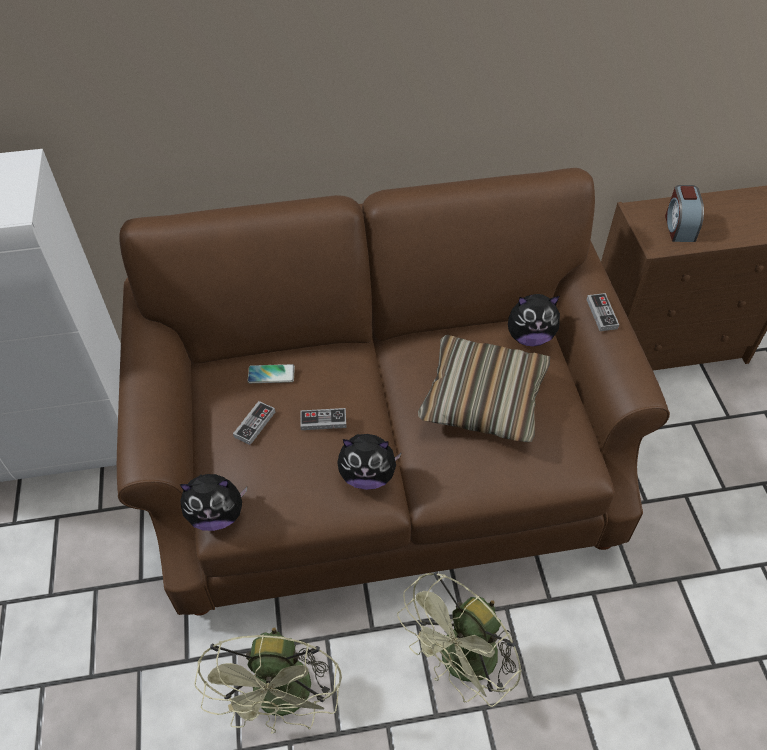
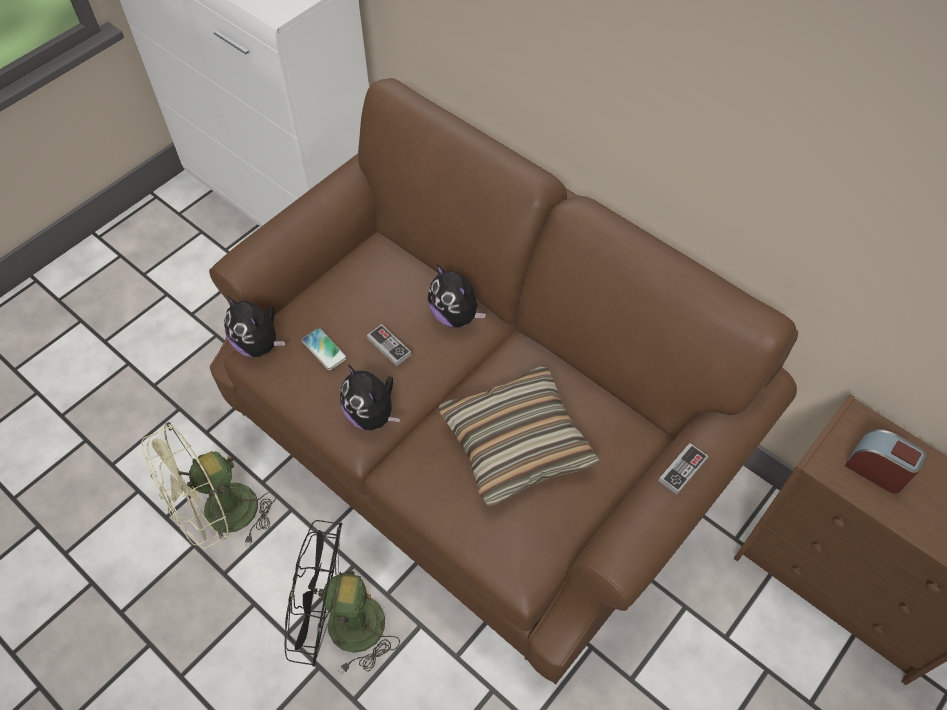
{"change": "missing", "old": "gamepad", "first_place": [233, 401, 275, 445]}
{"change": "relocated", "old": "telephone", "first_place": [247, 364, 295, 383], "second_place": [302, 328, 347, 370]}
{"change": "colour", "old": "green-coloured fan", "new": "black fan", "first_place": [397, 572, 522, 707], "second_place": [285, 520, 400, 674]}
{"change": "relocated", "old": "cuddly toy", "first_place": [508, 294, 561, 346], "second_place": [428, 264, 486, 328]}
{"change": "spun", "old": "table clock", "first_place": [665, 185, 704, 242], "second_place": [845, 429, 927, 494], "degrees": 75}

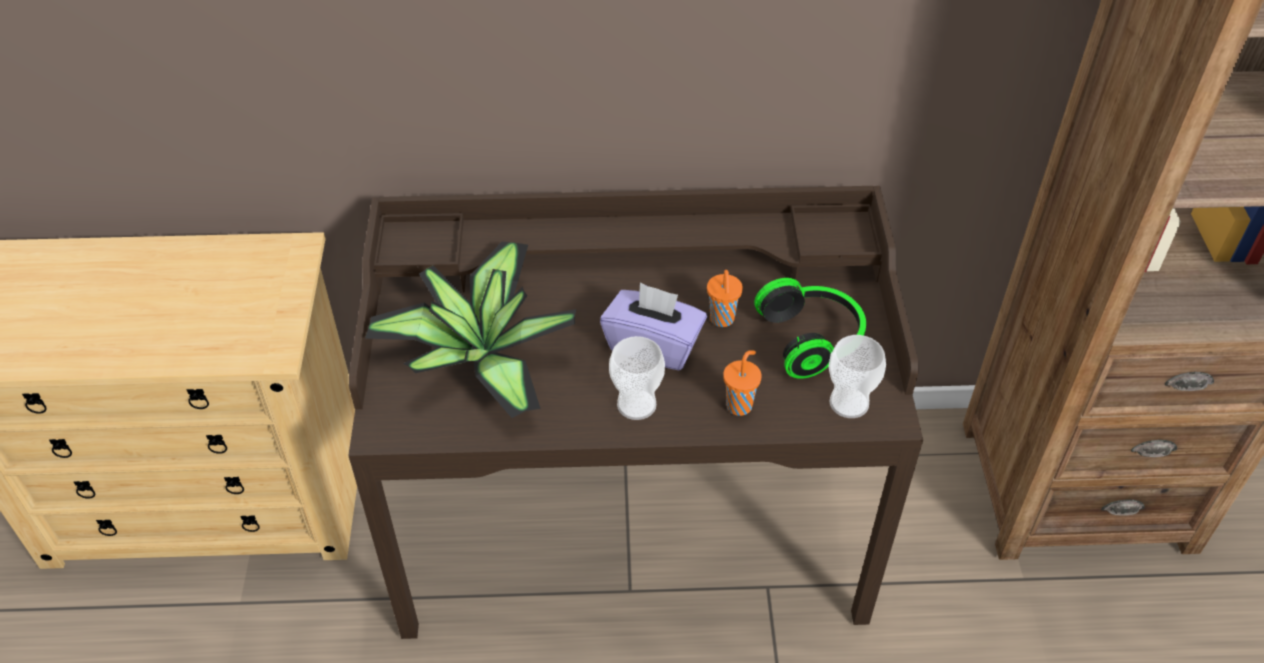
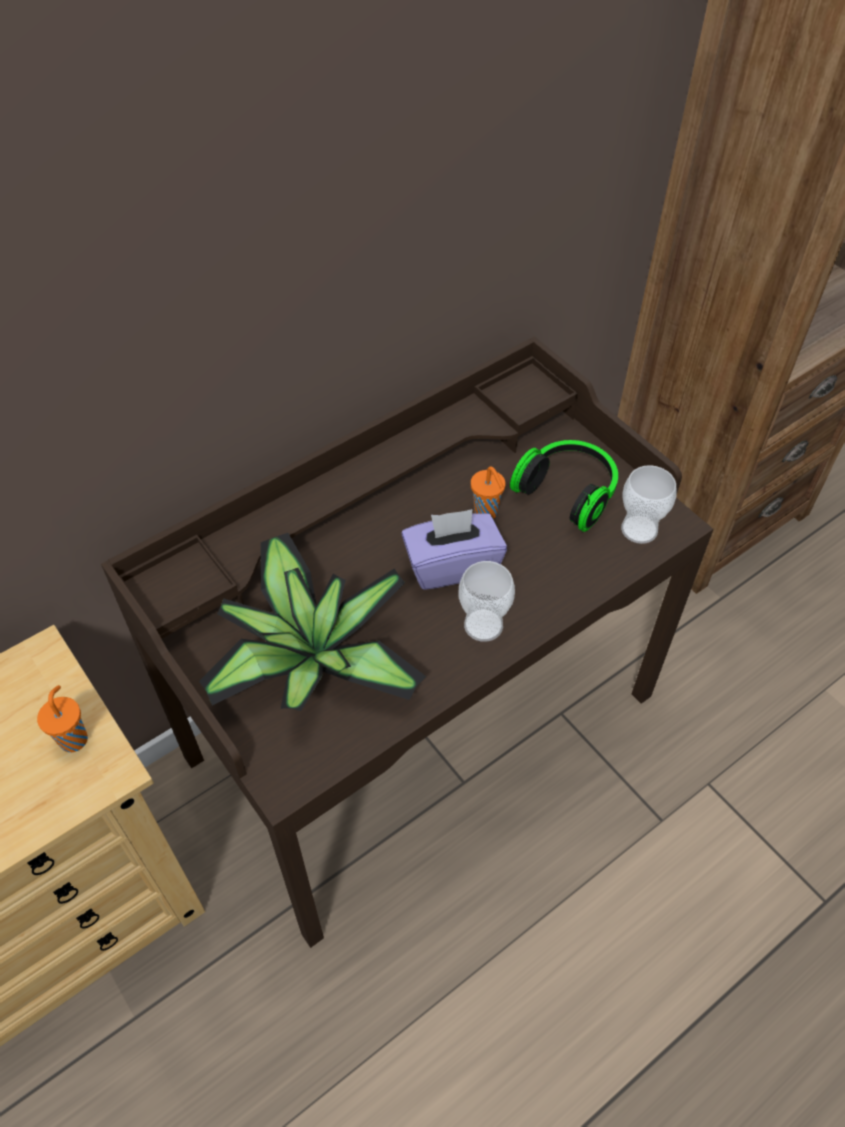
{"change": "relocated", "old": "orange-coloured drinking cup", "first_place": [723, 350, 762, 416], "second_place": [37, 685, 88, 752]}

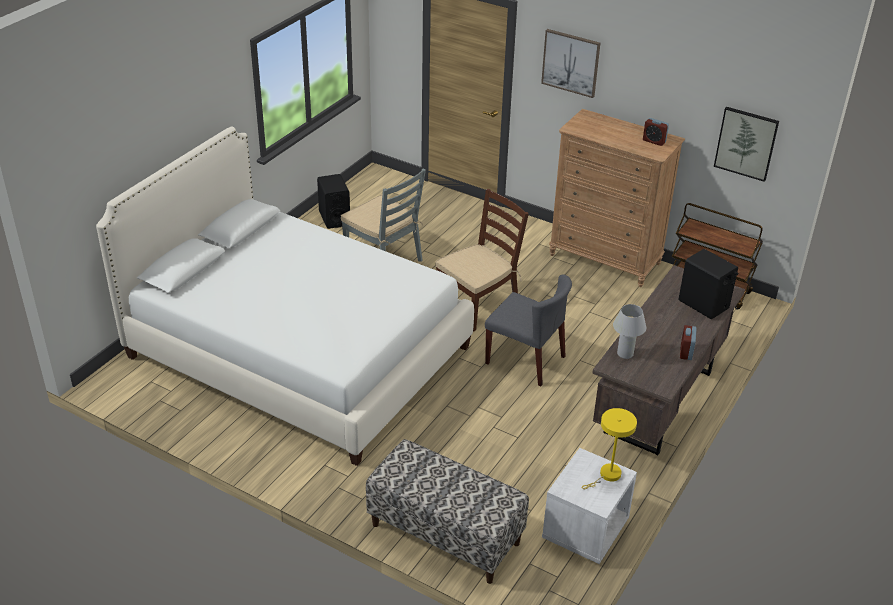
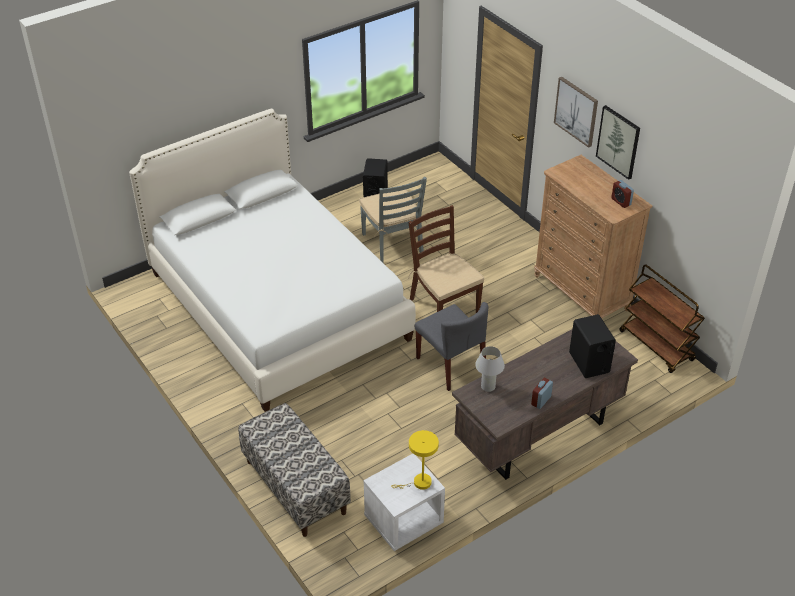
{"change": "spun", "old": "brown upright chair", "first_place": [435, 188, 529, 331], "second_place": [408, 205, 484, 313], "degrees": -105}
{"change": "relocated", "old": "picture", "first_place": [714, 107, 779, 182], "second_place": [596, 105, 640, 180]}

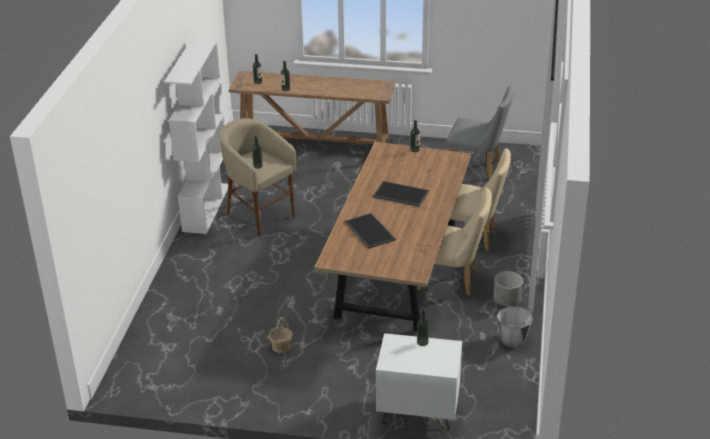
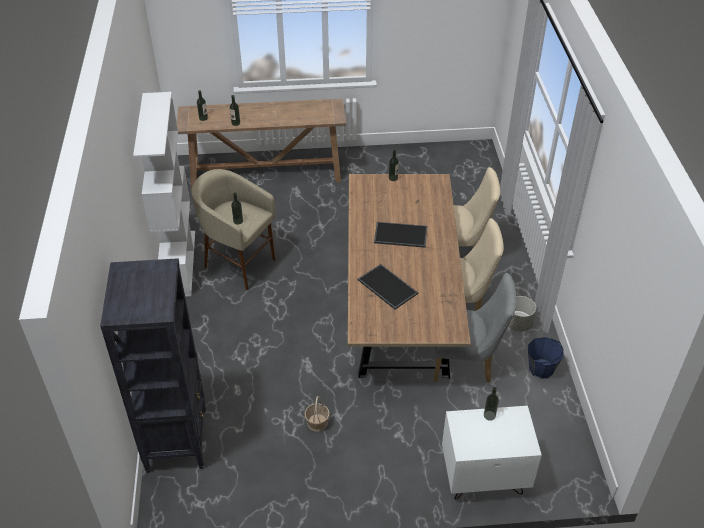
{"change": "relocated", "old": "gray upright chair", "first_place": [446, 86, 514, 180], "second_place": [434, 273, 516, 383]}
{"change": "colour", "old": "gray water bucket", "new": "blue water bucket", "first_place": [497, 306, 533, 348], "second_place": [528, 337, 564, 379]}
{"change": "appeared", "new": "black bookshelf", "second_place": [100, 258, 206, 473]}

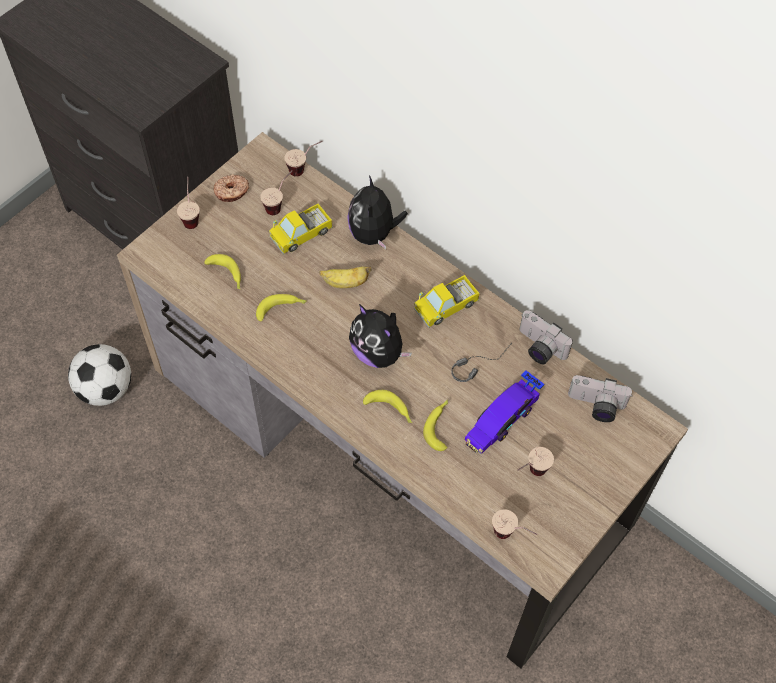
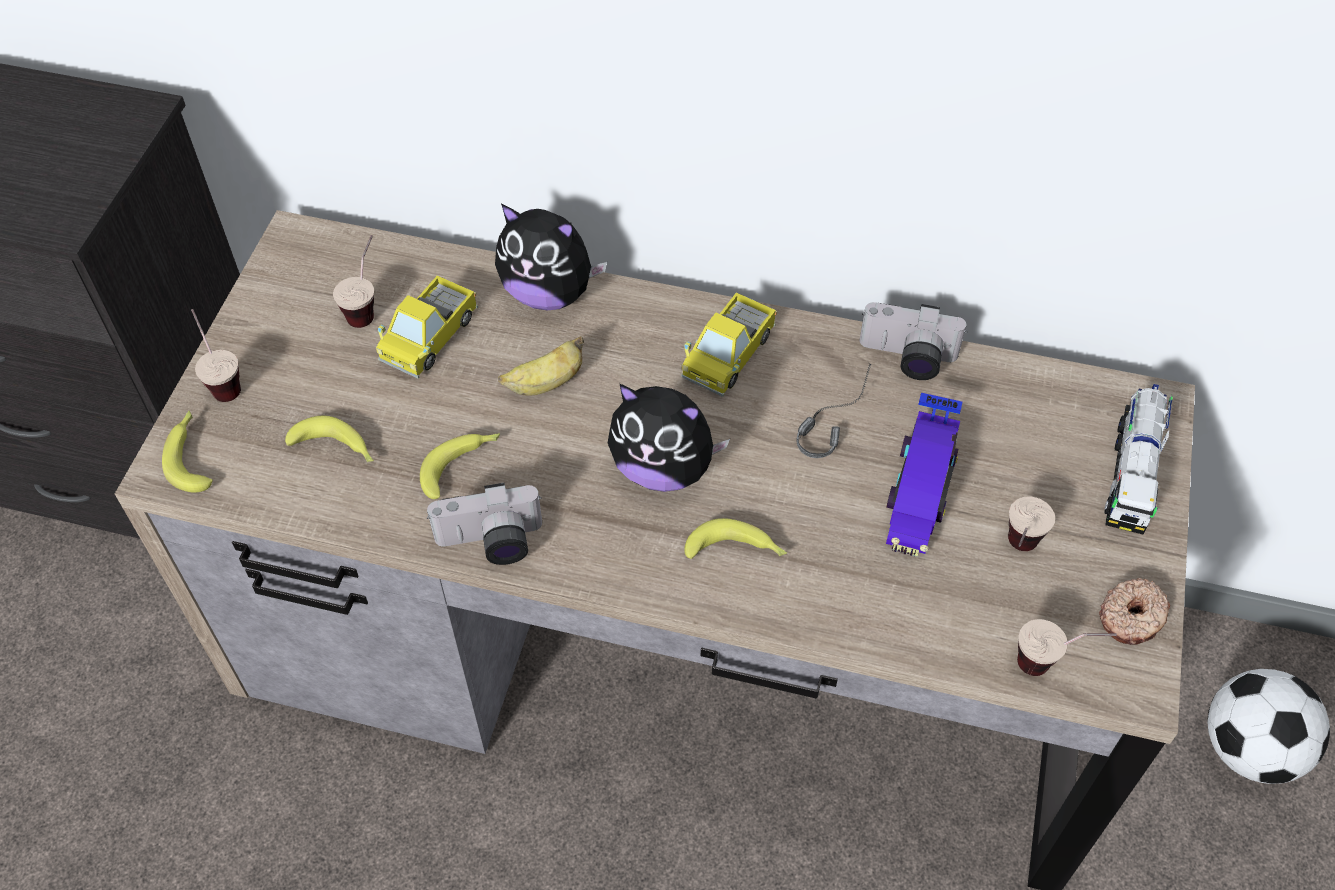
{"change": "relocated", "old": "football", "first_place": [68, 344, 131, 406], "second_place": [1207, 669, 1330, 784]}
{"change": "relocated", "old": "donut", "first_place": [214, 174, 249, 202], "second_place": [1099, 578, 1170, 645]}
{"change": "missing", "old": "drinking cup", "first_place": [284, 141, 323, 177]}
{"change": "spun", "old": "cuddly toy", "first_place": [347, 175, 408, 249], "second_place": [495, 204, 607, 311], "degrees": -45}
{"change": "relocated", "old": "whole banana", "first_place": [423, 400, 448, 451], "second_place": [162, 411, 213, 492]}
{"change": "relocated", "old": "still camera", "first_place": [568, 375, 632, 422], "second_place": [427, 482, 542, 565]}
{"change": "appeared", "new": "model truck", "second_place": [1104, 384, 1173, 534]}

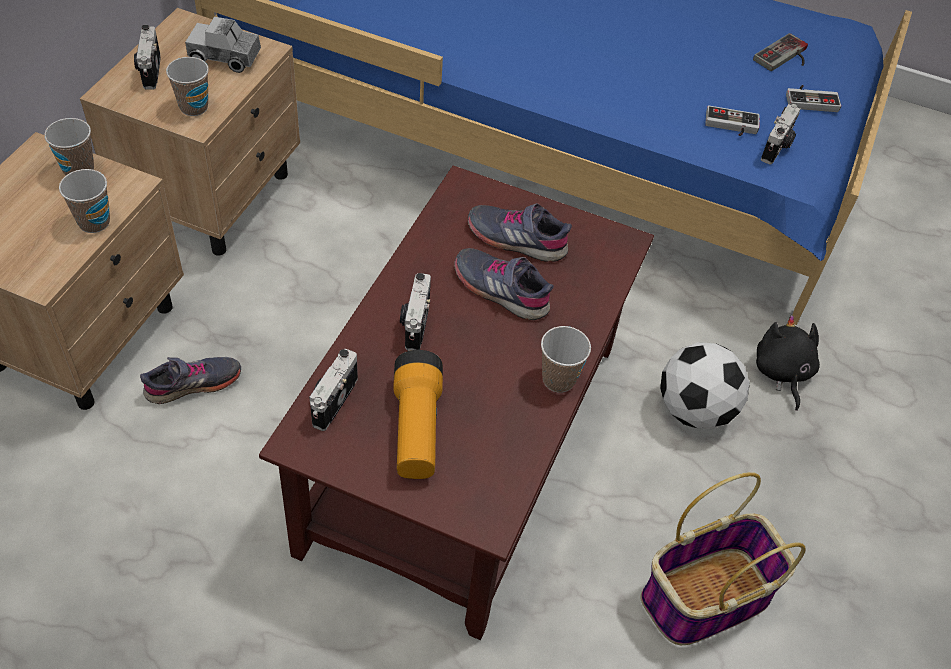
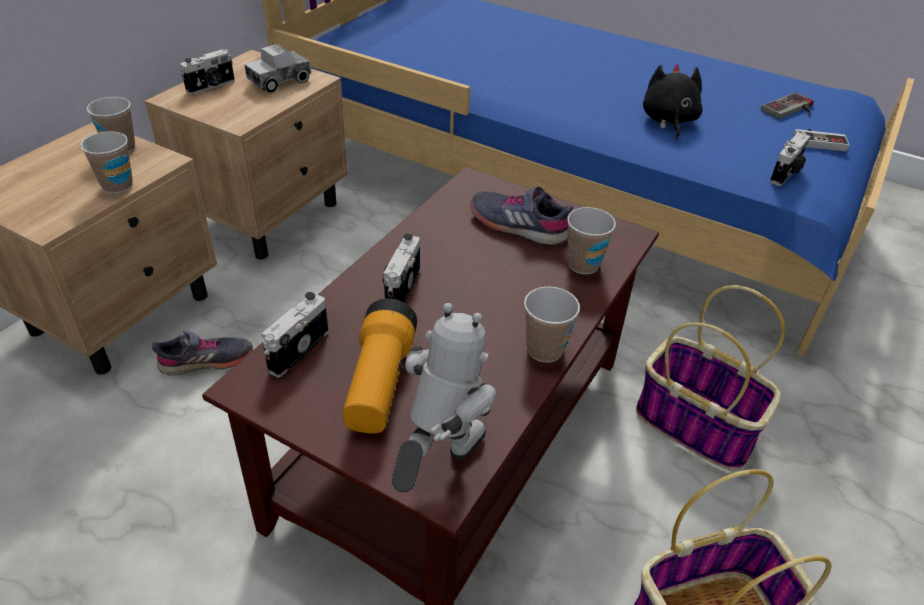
{"change": "spun", "old": "still camera", "first_place": [134, 25, 161, 90], "second_place": [180, 49, 235, 95], "degrees": -135}
{"change": "relocated", "old": "drinking cup", "first_place": [166, 57, 209, 116], "second_place": [567, 207, 616, 274]}
{"change": "spun", "old": "model truck", "first_place": [185, 17, 261, 73], "second_place": [244, 44, 312, 93], "degrees": -60}
{"change": "missing", "old": "gray low shoe", "first_place": [454, 248, 553, 320]}
{"change": "exchanged", "old": "football", "new": "basket", "first_place": [660, 342, 750, 429], "second_place": [636, 285, 785, 471]}
{"change": "missing", "old": "gamepad", "first_place": [706, 105, 760, 136]}
{"change": "relocated", "old": "black cuddly toy", "first_place": [756, 315, 820, 411], "second_place": [643, 64, 703, 139]}
{"change": "appeared", "new": "toy robot", "second_place": [392, 303, 496, 492]}

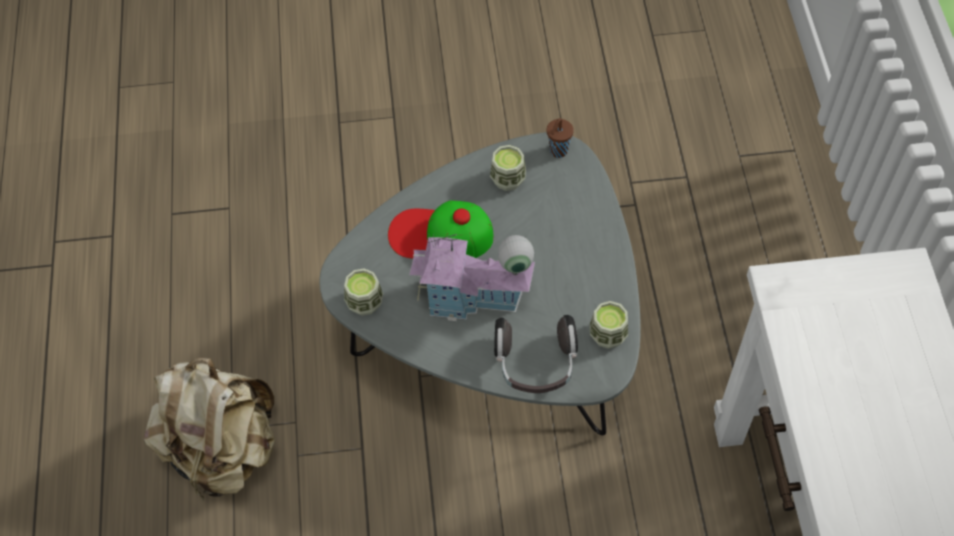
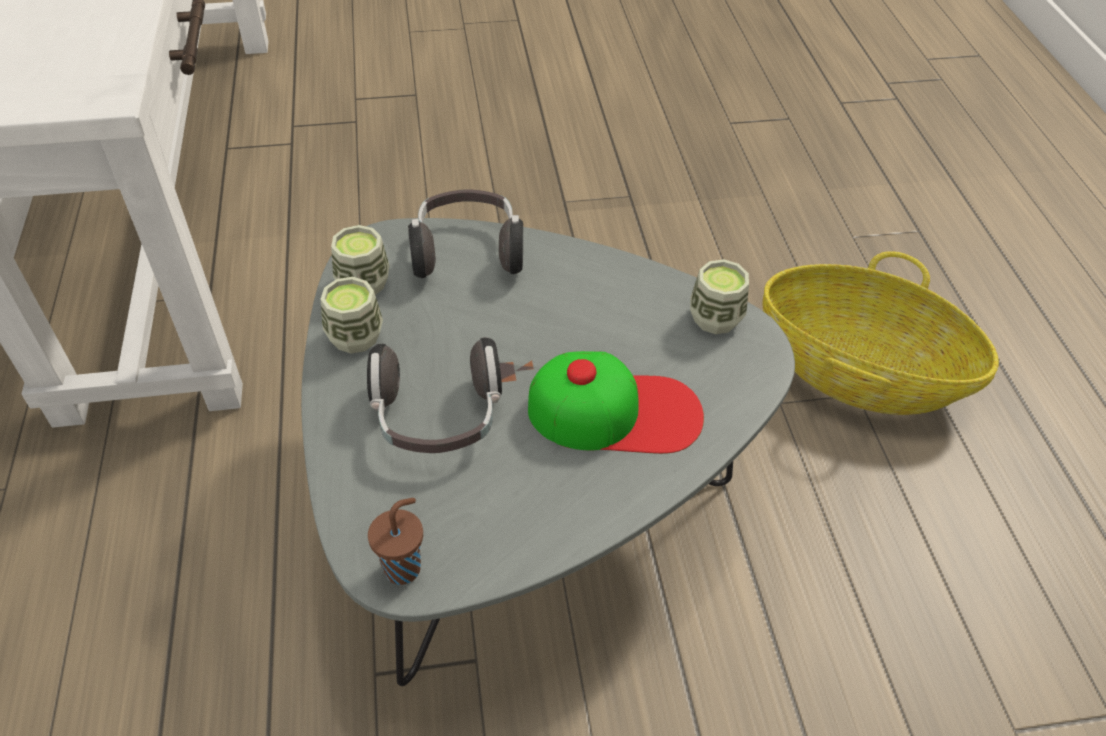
{"change": "exchanged", "old": "beige-coloured backpack", "new": "basket", "first_place": [144, 357, 275, 501], "second_place": [762, 251, 999, 415]}
{"change": "missing", "old": "toy house", "first_place": [409, 234, 535, 321]}
{"change": "relocated", "old": "drinking cup", "first_place": [490, 145, 526, 191], "second_place": [321, 277, 383, 354]}
{"change": "appeared", "new": "headphones", "second_place": [367, 337, 502, 453]}

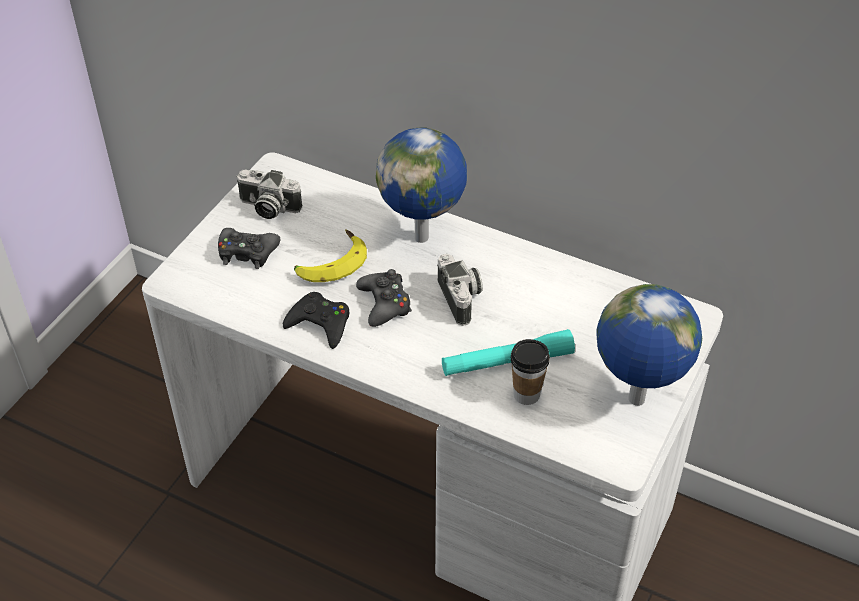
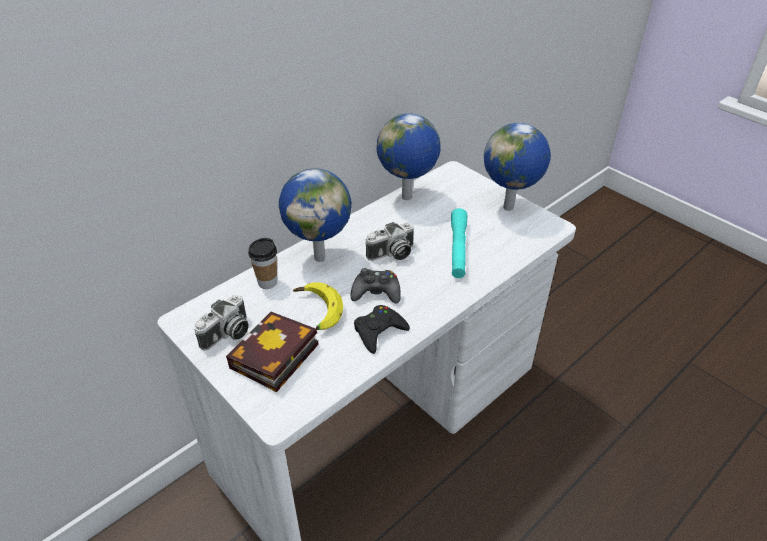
{"change": "exchanged", "old": "black gamepad", "new": "bound book", "first_place": [218, 228, 280, 269], "second_place": [226, 312, 319, 392]}
{"change": "spun", "old": "still camera", "first_place": [437, 254, 483, 326], "second_place": [365, 222, 414, 261], "degrees": 150}
{"change": "relocated", "old": "drinking cup", "first_place": [511, 339, 550, 405], "second_place": [248, 238, 277, 289]}
{"change": "appeared", "new": "globe", "second_place": [377, 113, 441, 200]}

